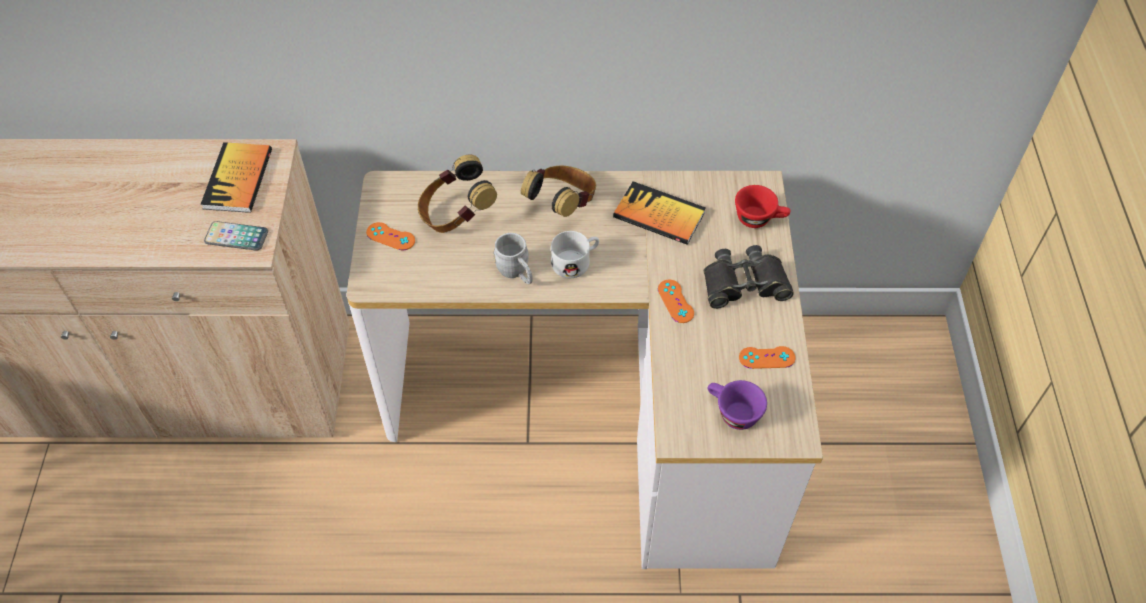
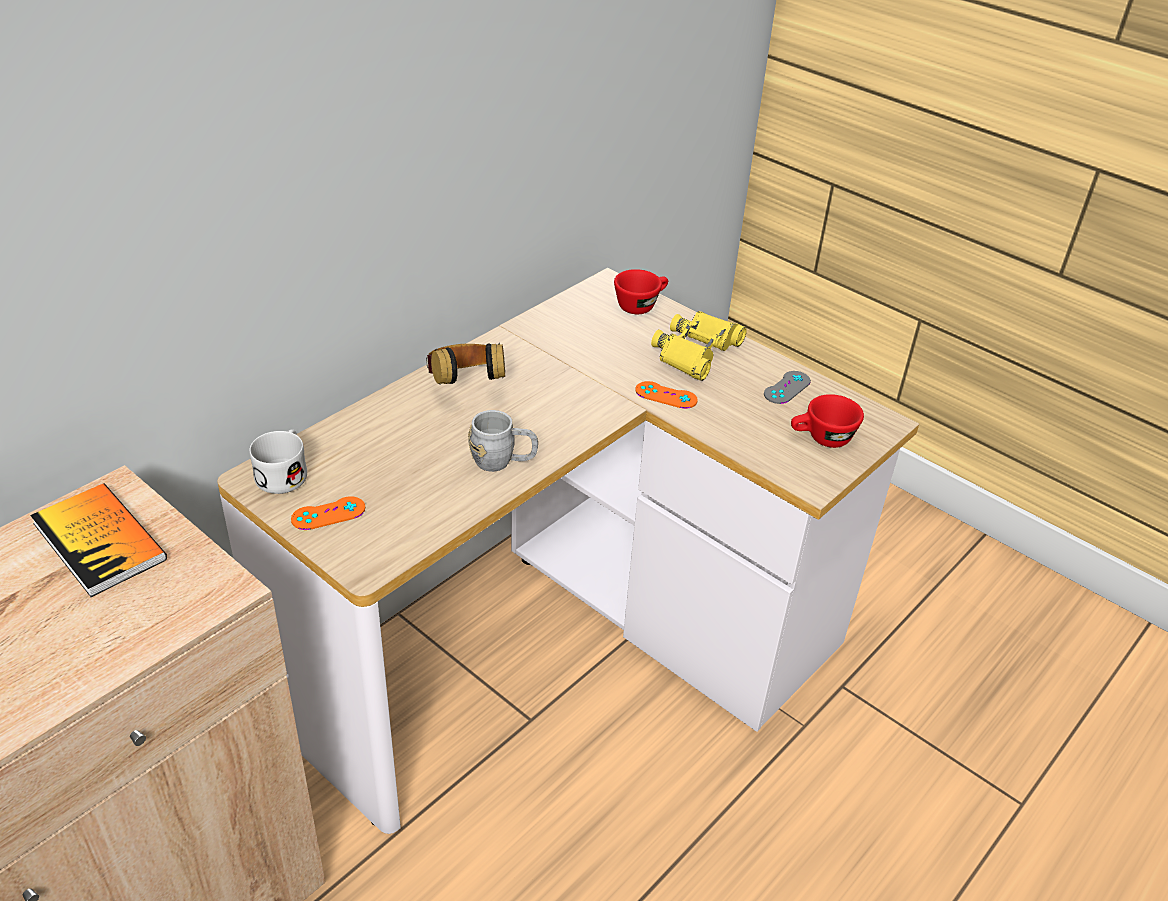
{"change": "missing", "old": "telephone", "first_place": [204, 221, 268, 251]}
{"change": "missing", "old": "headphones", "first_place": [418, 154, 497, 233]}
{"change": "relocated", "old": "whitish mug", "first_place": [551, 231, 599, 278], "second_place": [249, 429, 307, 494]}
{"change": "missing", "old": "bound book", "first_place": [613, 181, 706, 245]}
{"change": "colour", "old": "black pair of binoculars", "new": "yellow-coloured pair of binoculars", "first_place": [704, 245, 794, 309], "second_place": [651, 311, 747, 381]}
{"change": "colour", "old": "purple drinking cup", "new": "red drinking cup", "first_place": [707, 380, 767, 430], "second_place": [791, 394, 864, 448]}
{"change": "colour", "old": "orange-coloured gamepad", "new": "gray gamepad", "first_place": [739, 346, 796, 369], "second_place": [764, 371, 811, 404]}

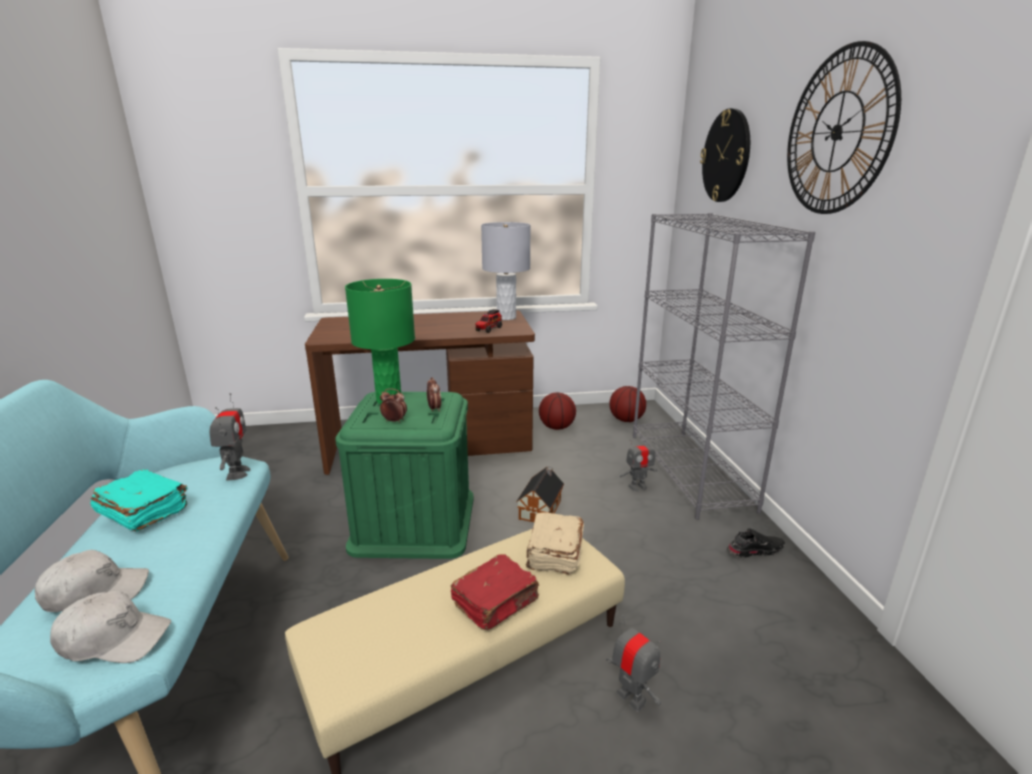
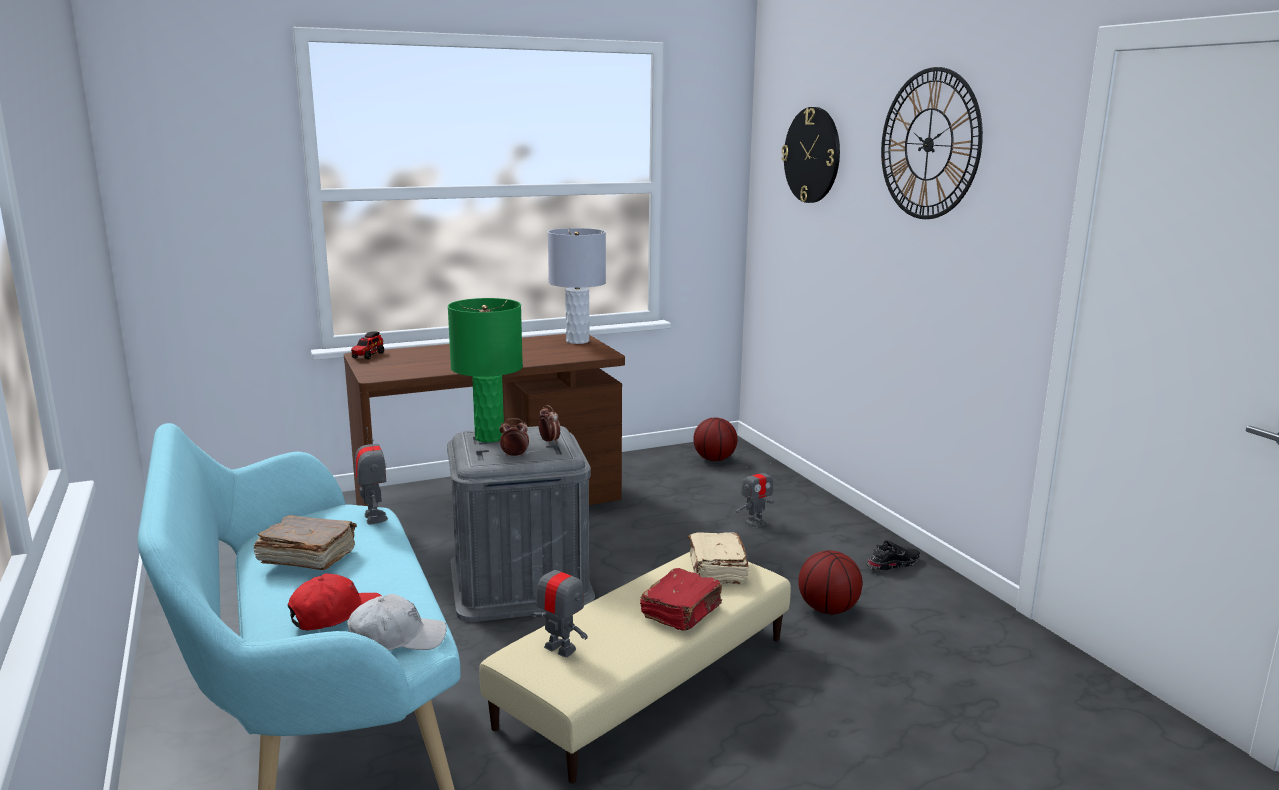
{"change": "colour", "old": "whitish baseball cap", "new": "red baseball cap", "first_place": [35, 550, 149, 612], "second_place": [288, 573, 382, 630]}
{"change": "colour", "old": "blue-green bound book", "new": "brown bound book", "first_place": [90, 469, 188, 531], "second_place": [254, 515, 357, 570]}
{"change": "colour", "old": "green-coloured storage container", "new": "gray storage container", "first_place": [335, 392, 474, 559], "second_place": [447, 426, 595, 622]}
{"change": "relocated", "old": "model truck", "first_place": [475, 309, 502, 333], "second_place": [351, 332, 384, 360]}
{"change": "missing", "old": "toy house", "first_place": [516, 467, 564, 522]}
{"change": "relocated", "old": "ball for basketball", "first_place": [539, 392, 576, 430], "second_place": [798, 550, 863, 614]}
{"change": "relocated", "old": "toy robot", "first_place": [606, 615, 661, 712], "second_place": [531, 556, 588, 657]}
{"change": "missing", "old": "gray bookshelf", "first_place": [633, 213, 815, 520]}

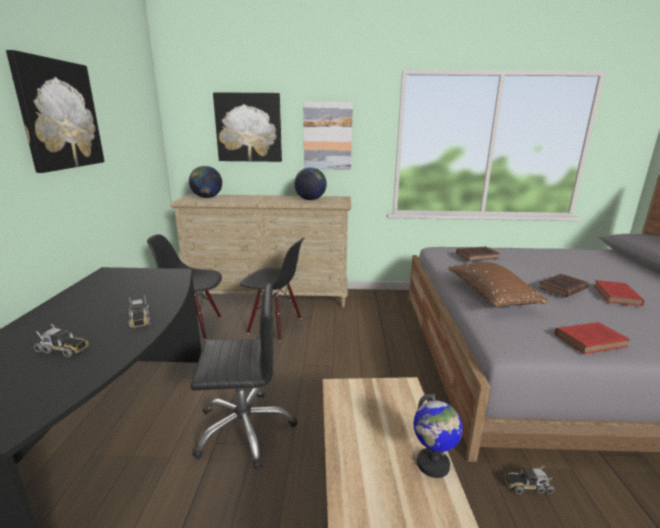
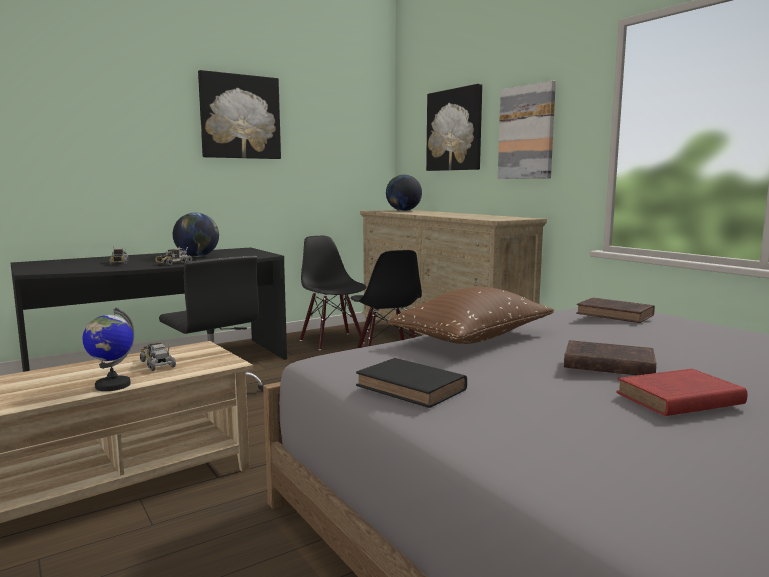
{"change": "relocated", "old": "globe", "first_place": [294, 167, 327, 200], "second_place": [173, 213, 219, 257]}
{"change": "relocated", "old": "model truck", "first_place": [504, 465, 555, 494], "second_place": [140, 343, 176, 371]}
{"change": "colour", "old": "red bound book", "new": "black bound book", "first_place": [555, 322, 630, 354], "second_place": [356, 358, 467, 408]}

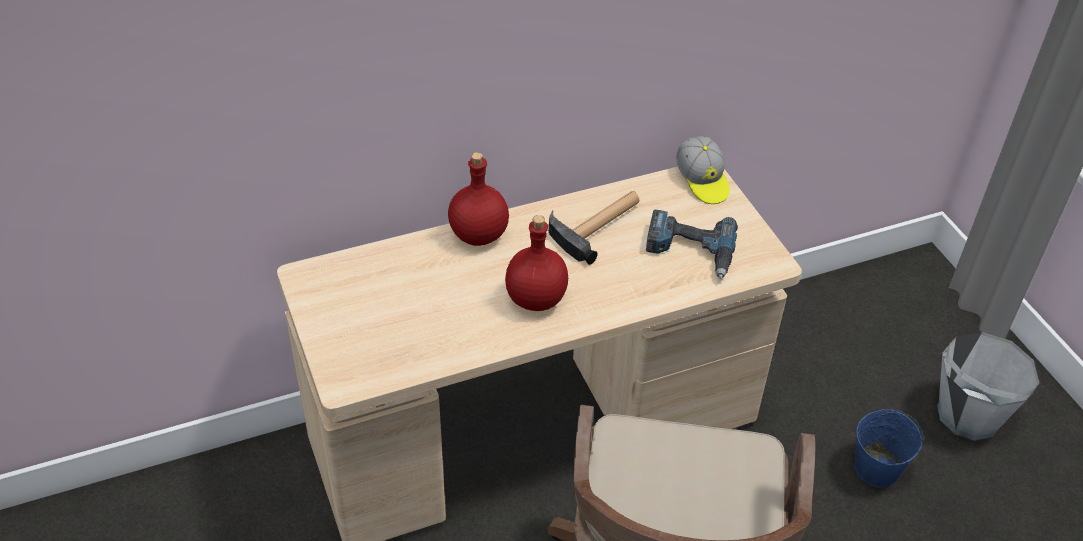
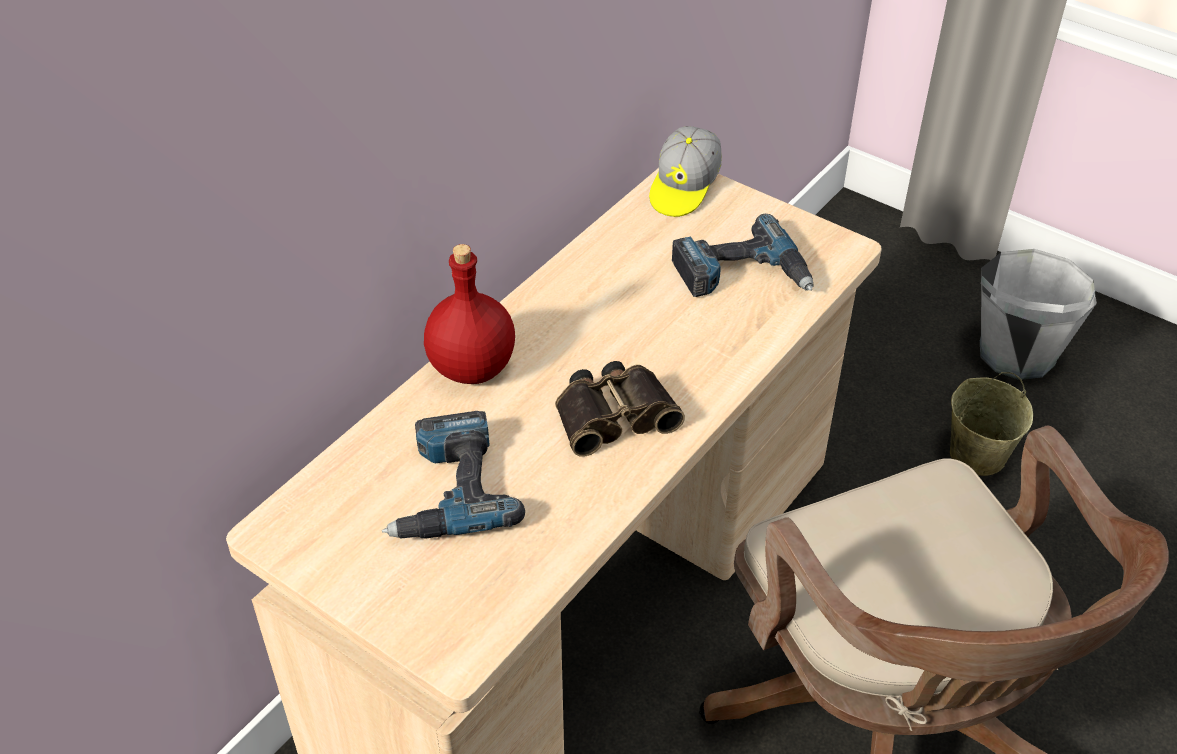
{"change": "exchanged", "old": "red beverage bottle", "new": "pair of binoculars", "first_place": [505, 215, 568, 311], "second_place": [555, 361, 685, 457]}
{"change": "missing", "old": "hammer", "first_place": [549, 191, 639, 265]}
{"change": "spun", "old": "baseball cap", "first_place": [676, 136, 730, 204], "second_place": [649, 126, 722, 217], "degrees": 75}
{"change": "colour", "old": "blue water bucket", "new": "beige-coloured water bucket", "first_place": [855, 409, 923, 488], "second_place": [950, 372, 1033, 476]}
{"change": "appeared", "new": "drill", "second_place": [382, 411, 525, 539]}

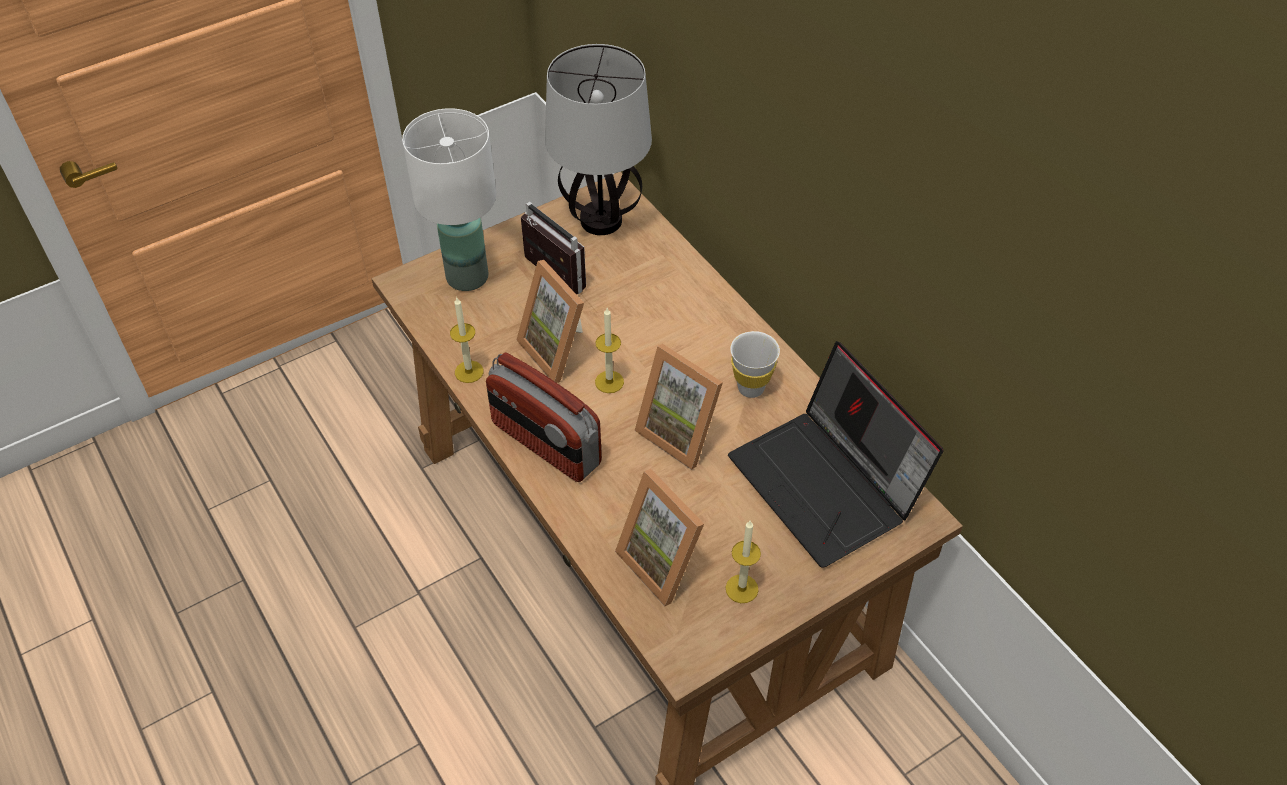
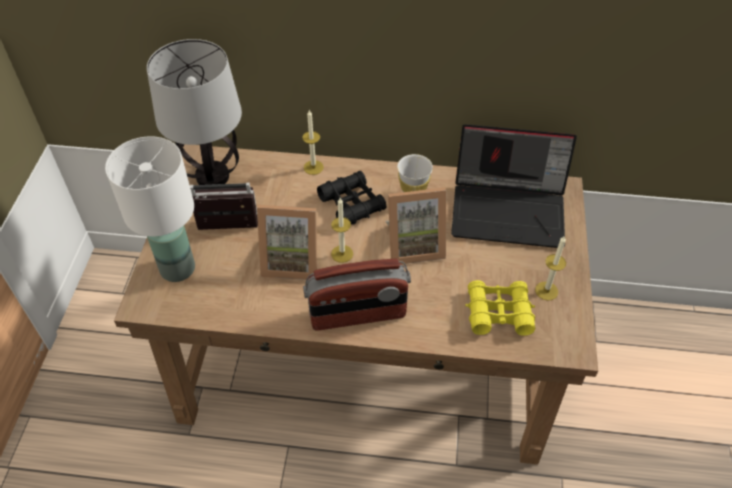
{"change": "relocated", "old": "wax light", "first_place": [450, 298, 483, 383], "second_place": [302, 110, 324, 175]}
{"change": "exchanged", "old": "standing frame", "new": "yellow-coloured pair of binoculars", "first_place": [615, 469, 704, 606], "second_place": [465, 280, 535, 336]}
{"change": "appeared", "new": "black pair of binoculars", "second_place": [317, 171, 387, 225]}

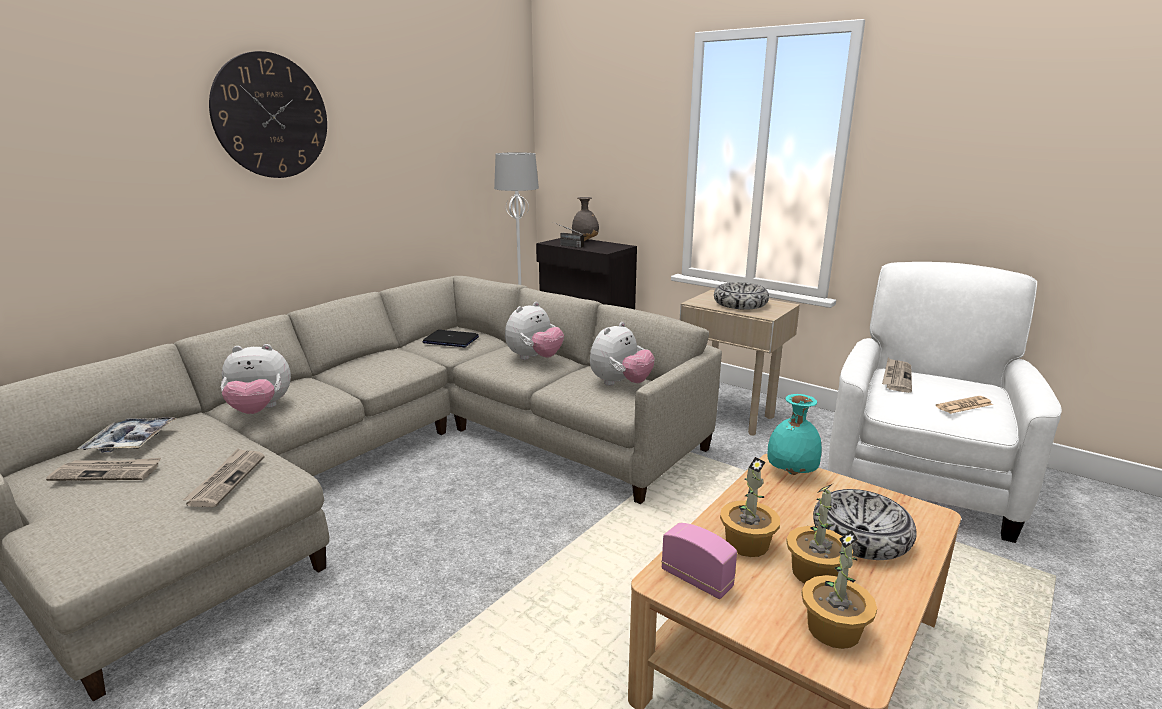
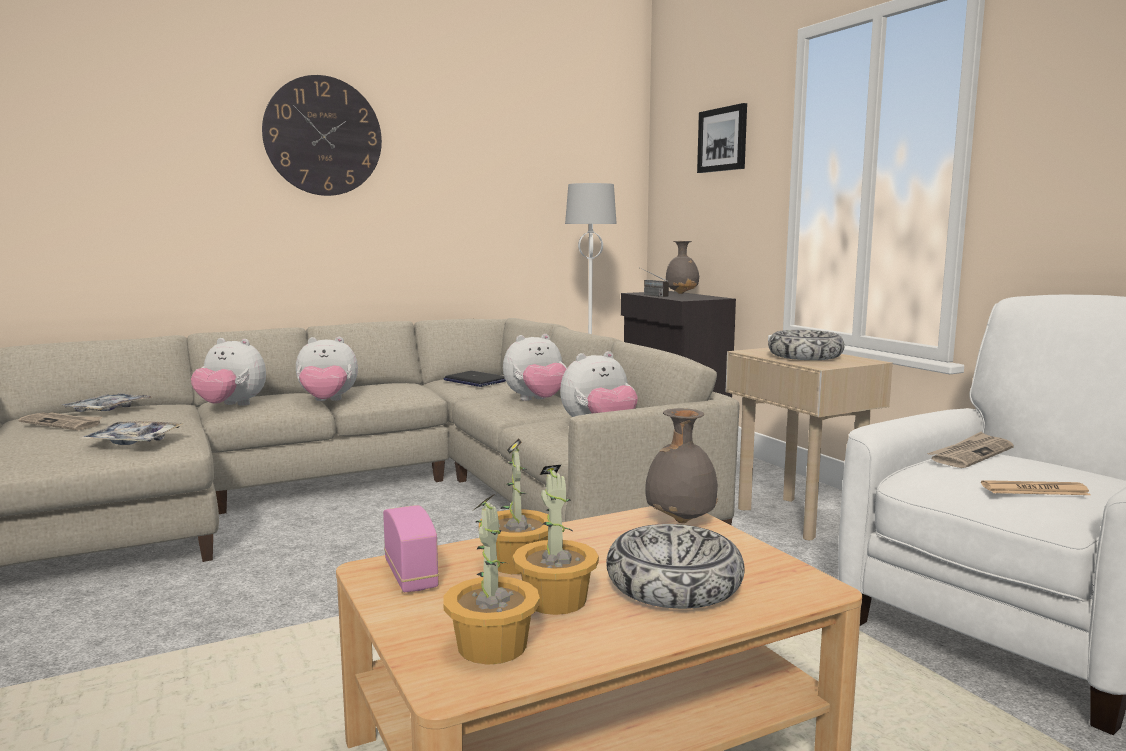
{"change": "exchanged", "old": "daily paper", "new": "tray", "first_place": [183, 448, 265, 507], "second_place": [79, 421, 184, 445]}
{"change": "colour", "old": "blue-green decorative vase", "new": "gray decorative vase", "first_place": [767, 394, 821, 475], "second_place": [645, 408, 718, 523]}
{"change": "appeared", "new": "cuddly toy", "second_place": [296, 337, 358, 401]}
{"change": "appeared", "new": "picture", "second_place": [697, 103, 747, 173]}

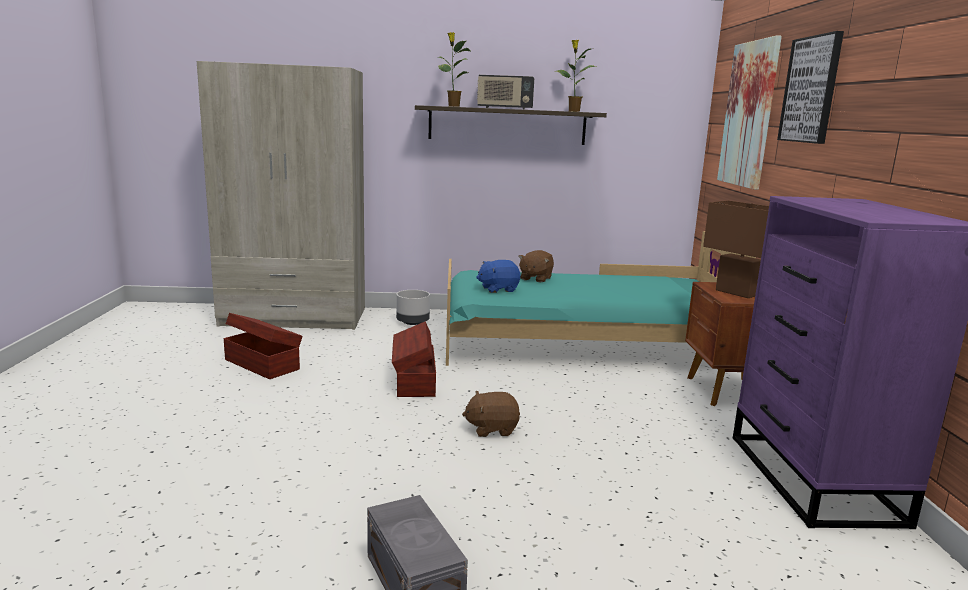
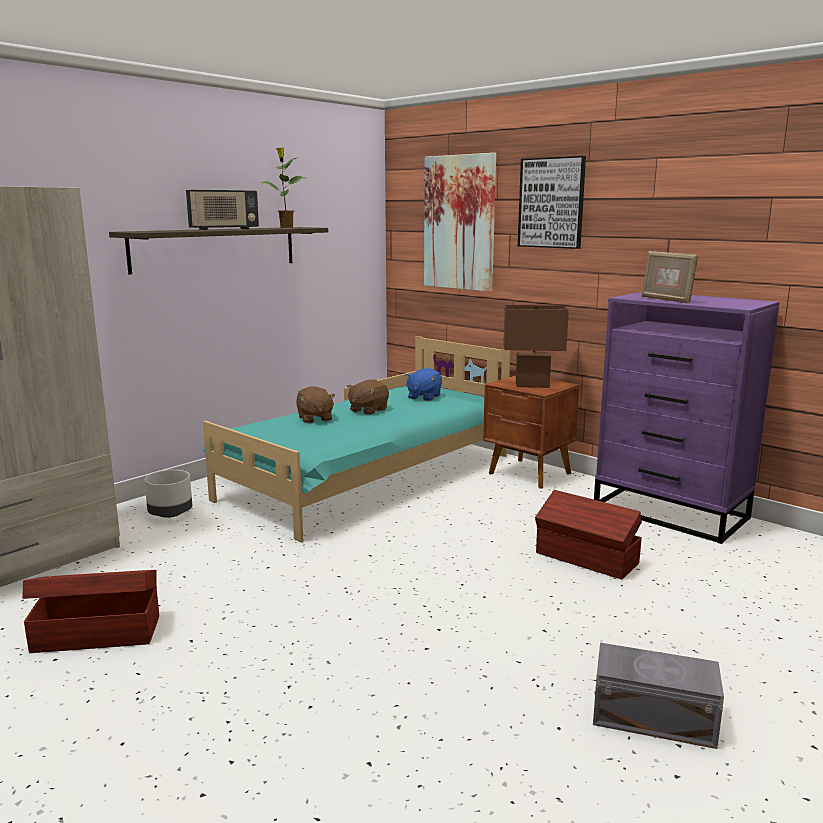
{"change": "relocated", "old": "brown storage container", "first_place": [392, 322, 436, 397], "second_place": [535, 490, 642, 580]}
{"change": "missing", "old": "potted plant", "first_place": [438, 32, 470, 107]}
{"change": "relocated", "old": "brown cuddly toy", "first_place": [462, 391, 520, 437], "second_place": [347, 379, 389, 415]}
{"change": "relocated", "old": "blue cuddly toy", "first_place": [476, 260, 520, 293], "second_place": [405, 368, 442, 401]}
{"change": "appeared", "new": "standing frame", "second_place": [641, 251, 698, 303]}

